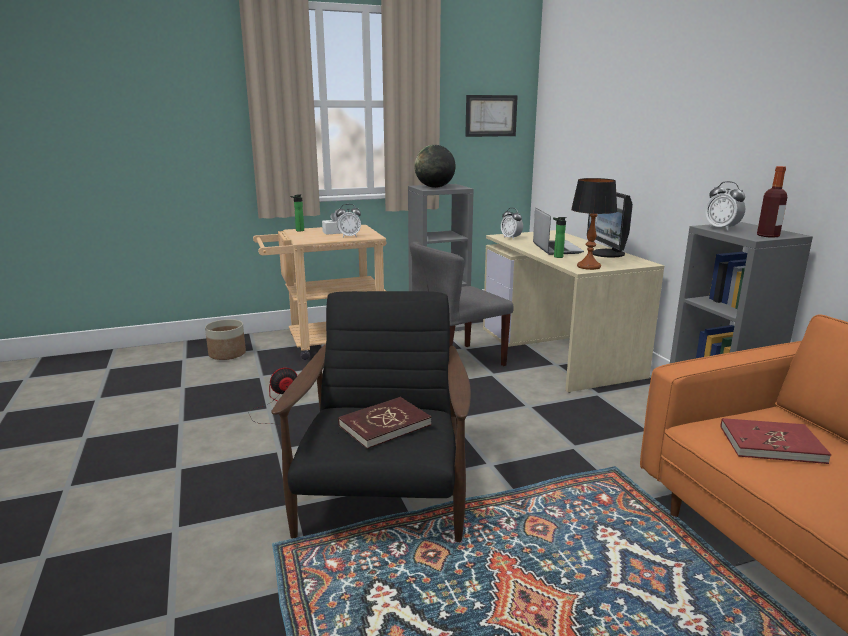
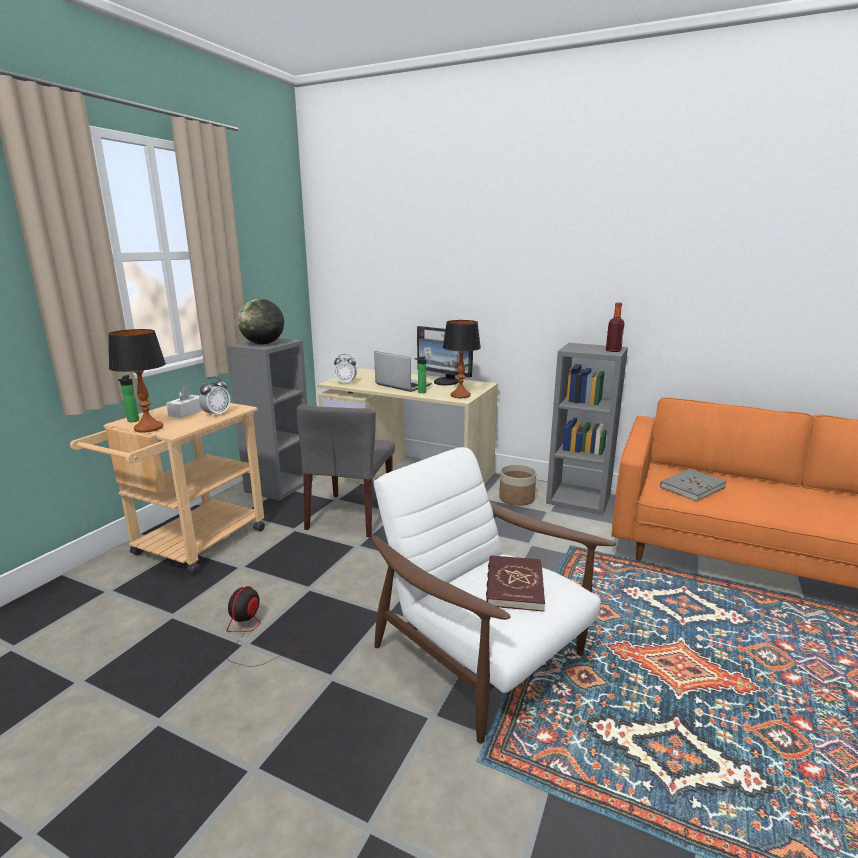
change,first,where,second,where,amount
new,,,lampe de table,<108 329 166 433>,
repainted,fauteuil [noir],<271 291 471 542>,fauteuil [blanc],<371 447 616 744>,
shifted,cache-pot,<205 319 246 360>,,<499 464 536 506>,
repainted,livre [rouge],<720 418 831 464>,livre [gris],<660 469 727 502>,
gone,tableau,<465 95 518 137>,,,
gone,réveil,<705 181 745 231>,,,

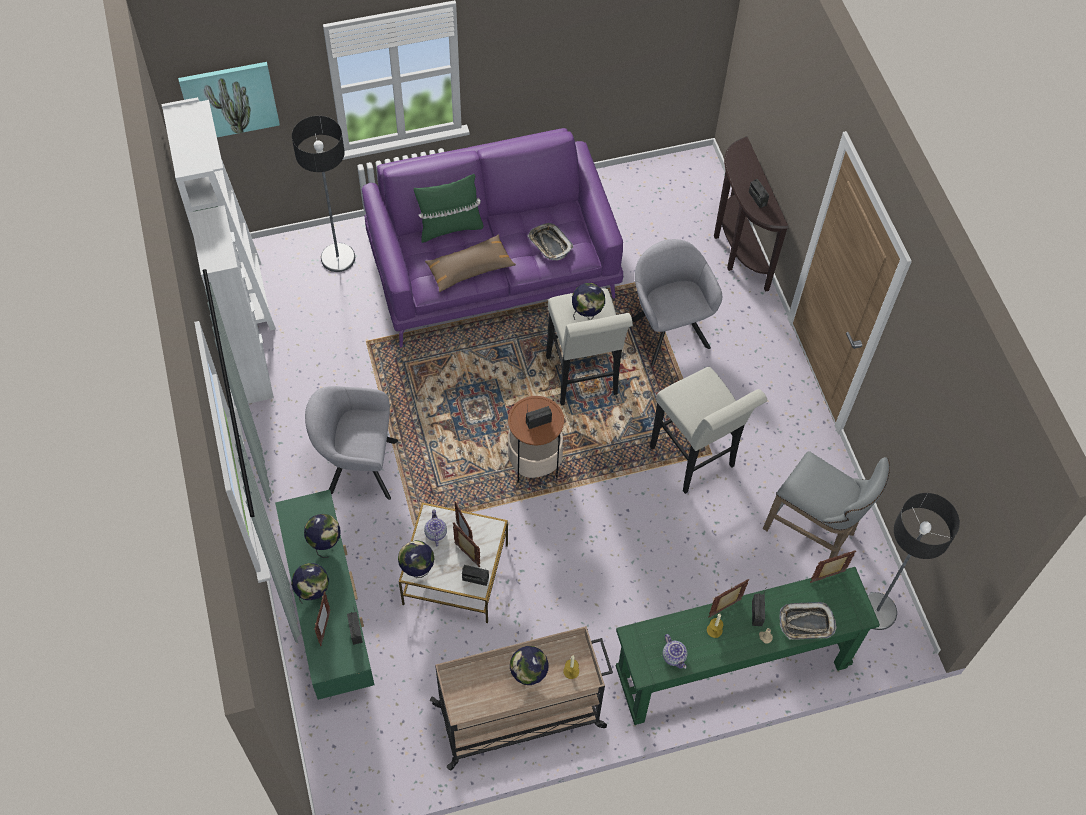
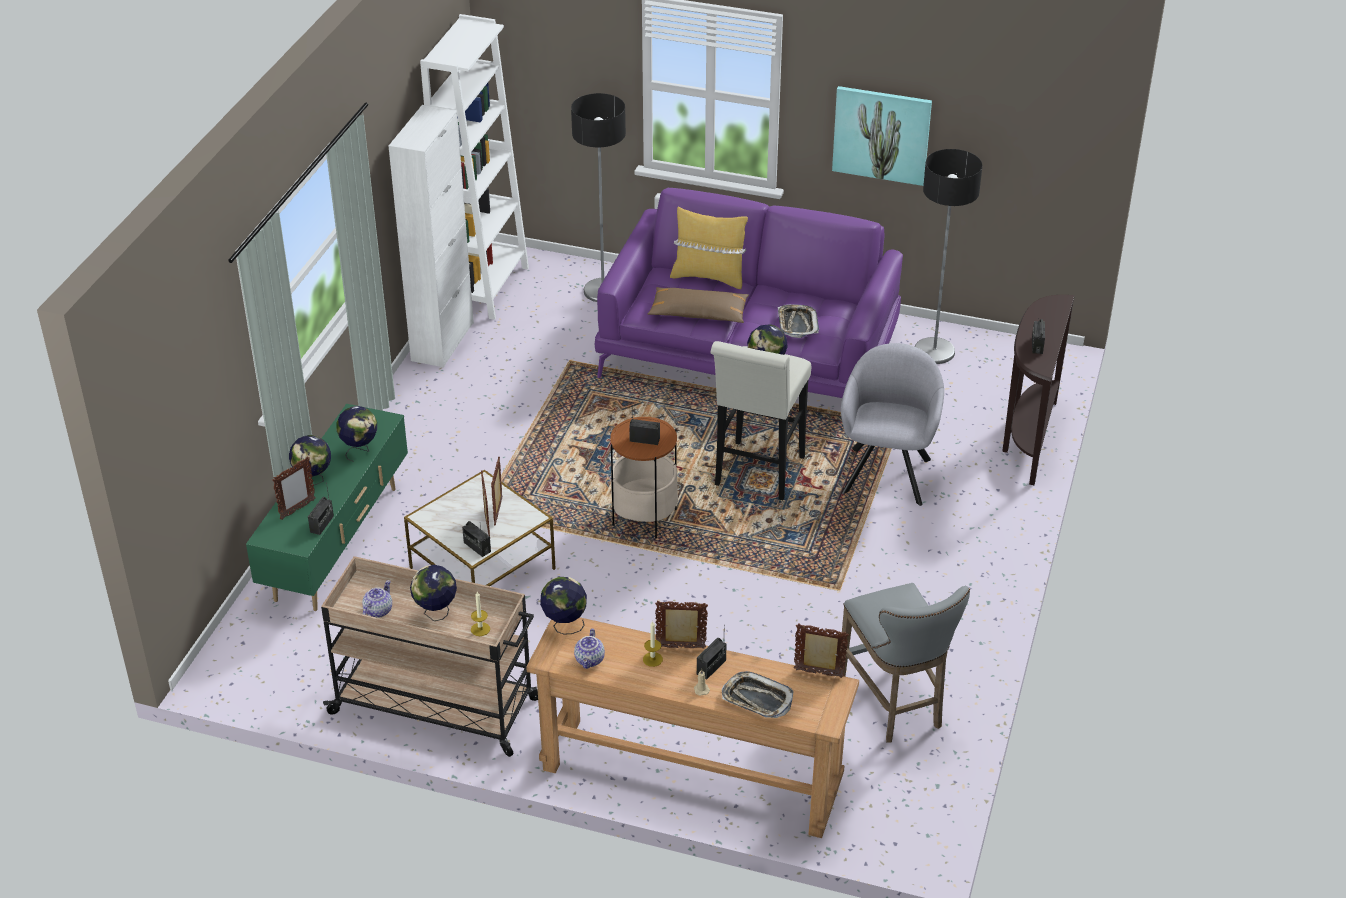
change,first,where,second,where,amount
shifted,théière,<424 509 447 546>,,<362 580 392 618>,
repainted,table console [vert],<616 567 880 725>,table console [marron],<526 617 859 838>,
shifted,globe,<398 540 435 578>,,<540 577 587 634>,
repainted,coussin [vert],<414 174 483 243>,coussin [jaune],<670 206 748 289>,
shifted,tableau,<178 62 280 137>,,<832 86 932 186>,
shifted,lampadaire,<867 493 960 630>,,<915 149 982 364>,
gone,fauteuil [gris],<305 386 398 500>,,,
gone,tabouret [blanc],<650 367 768 494>,,,

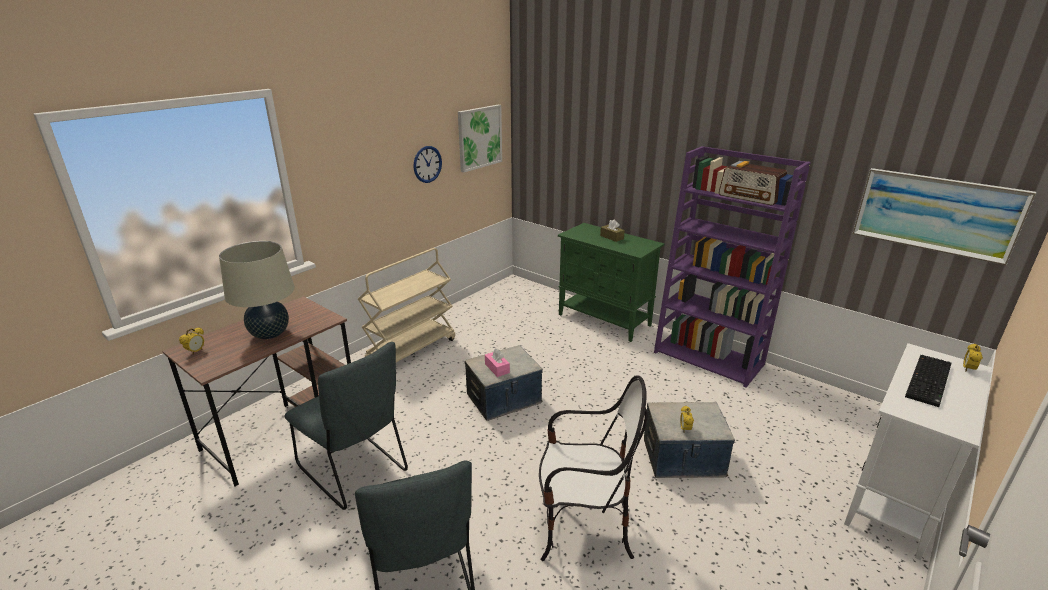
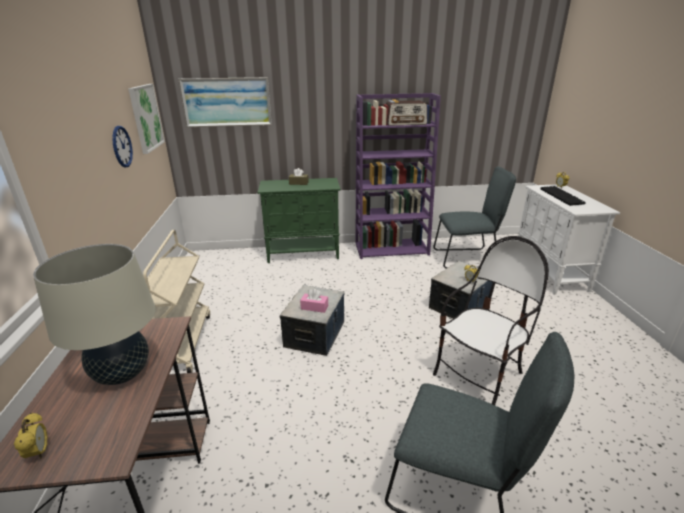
change,first,where,second,where,amount
shifted,tableau,<853 168 1036 265>,,<178 77 272 127>,
shifted,chaise [gris],<285 342 408 510>,,<434 167 516 269>,

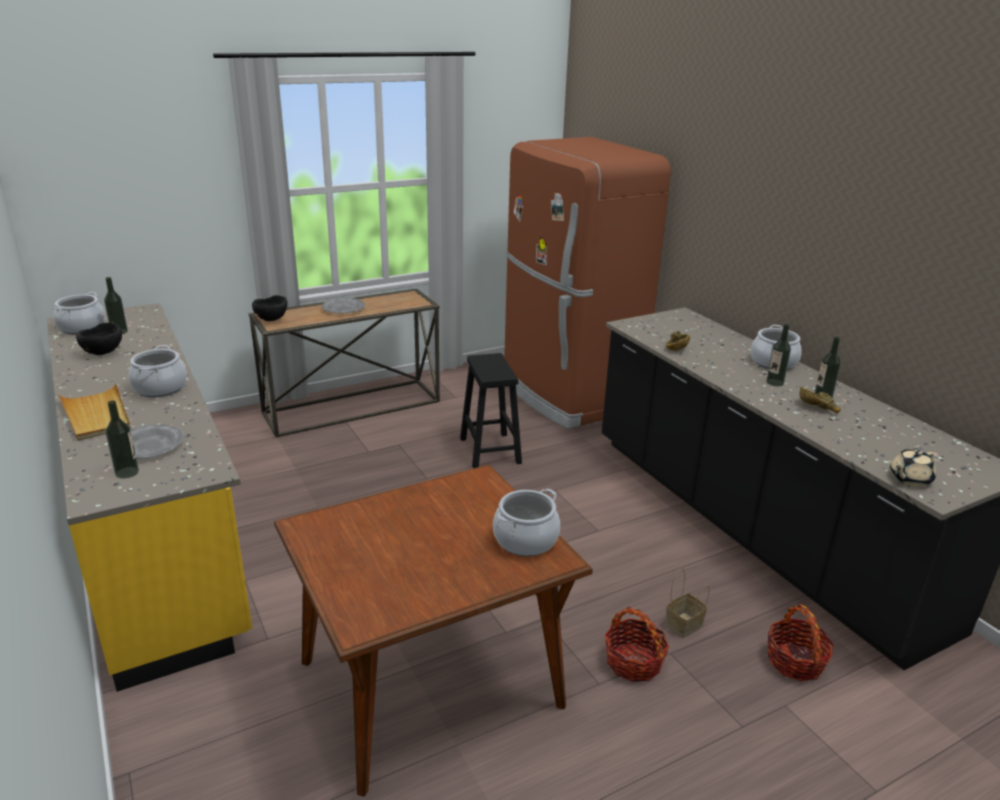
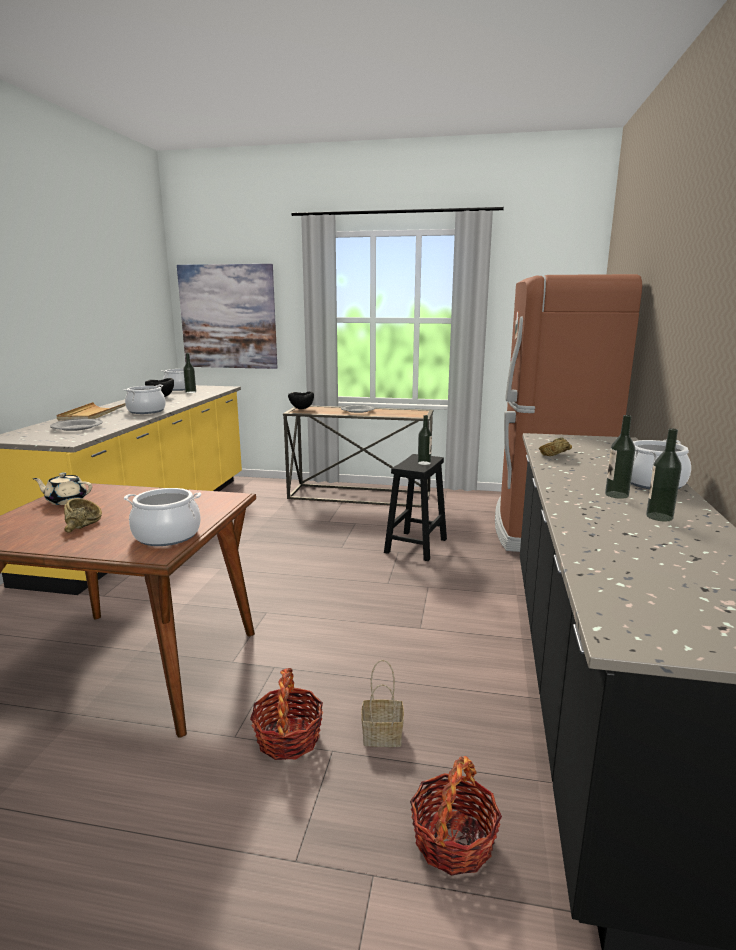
change,first,where,second,where,amount
shifted,théière [beige],<890 449 936 487>,,<32 472 92 505>,
shifted,bol [marron],<800 387 841 413>,,<64 498 102 533>,
new,,,tableau,<177 264 278 369>,
shifted,bouteille,<106 400 139 478>,,<418 415 432 465>,

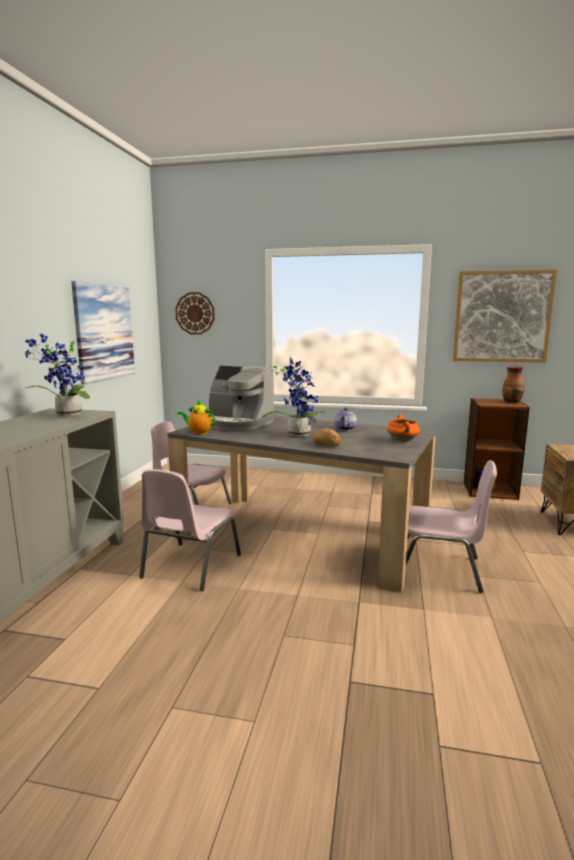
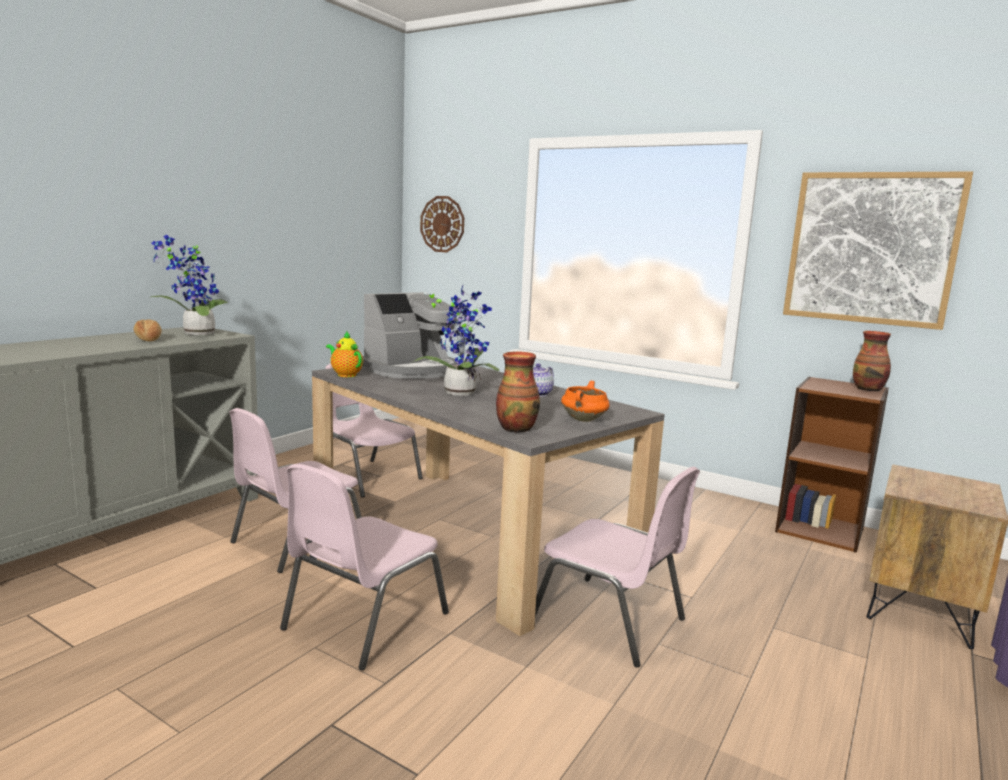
change,first,where,second,where,amount
shifted,pain,<313 428 341 446>,,<133 319 162 341>,
new,,,chaise [rose],<280 464 449 670>,
rotated,machine à café,<209 365 275 431>,,<361 292 459 379>,90 degrees counterclockwise
new,,,vase,<496 352 540 433>,
gone,tableau,<71 281 135 385>,,,

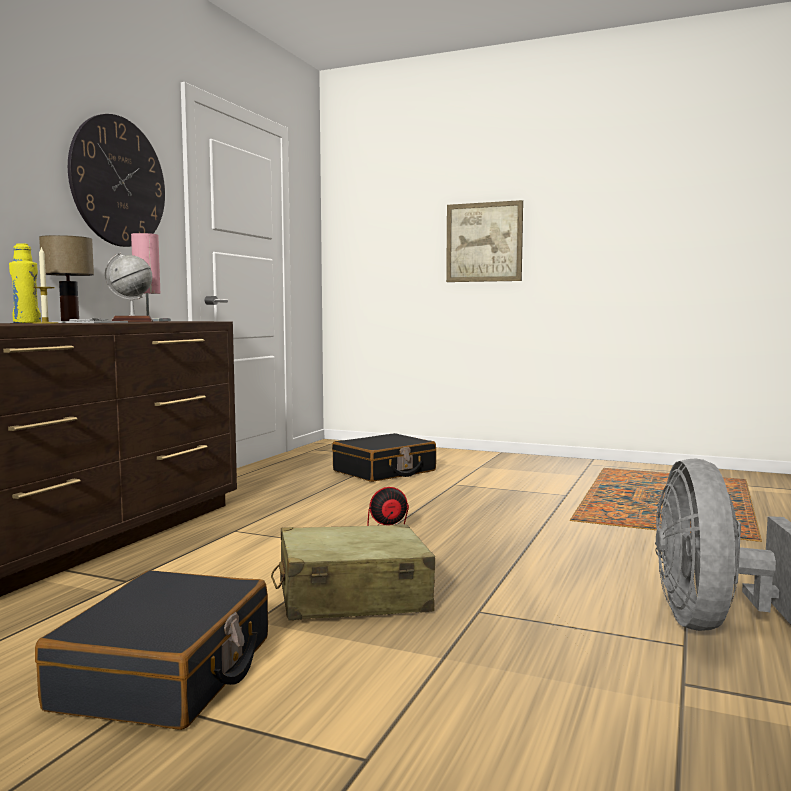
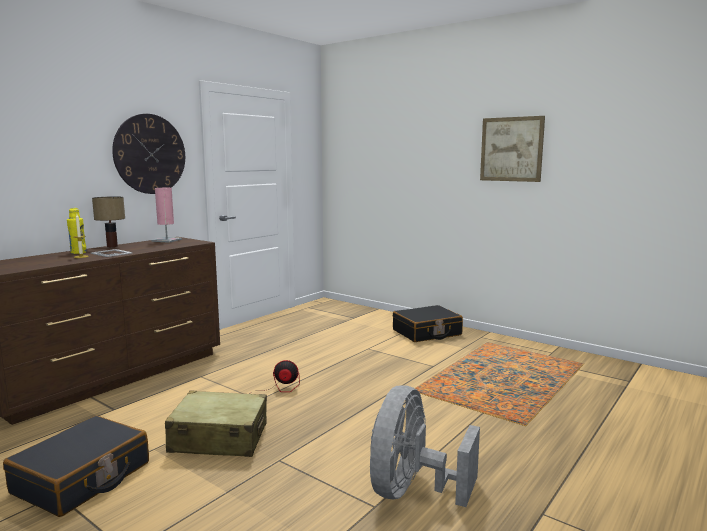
change,first,where,second,where,amount
shifted,valise [noir],<332 433 436 482>,,<393 305 463 342>,
shifted,tableau,<446 200 523 282>,,<480 116 545 182>,
gone,globe,<105 252 153 322>,,,

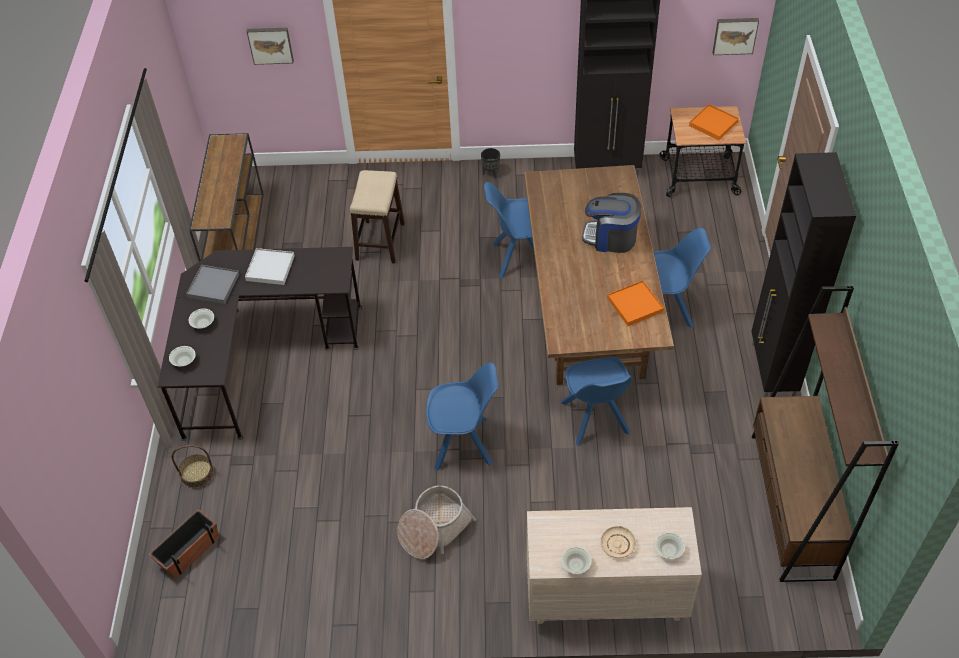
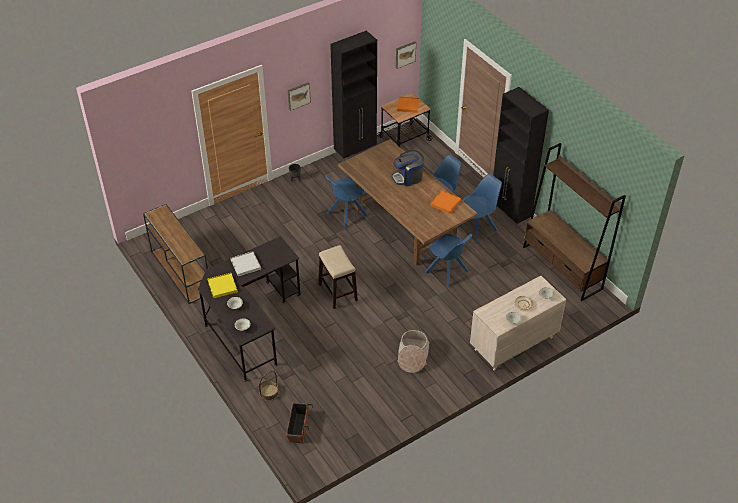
change,first,where,second,where,amount
repainted,plateau [gris],<186 265 239 304>,plateau [jaune],<208 273 238 298>,
shifted,tableau,<247 28 294 65>,,<288 82 311 111>,
shifted,tabouret,<350 170 405 263>,,<319 245 358 309>,
shifted,chaise [bleu],<426 362 498 471>,,<457 174 502 244>,

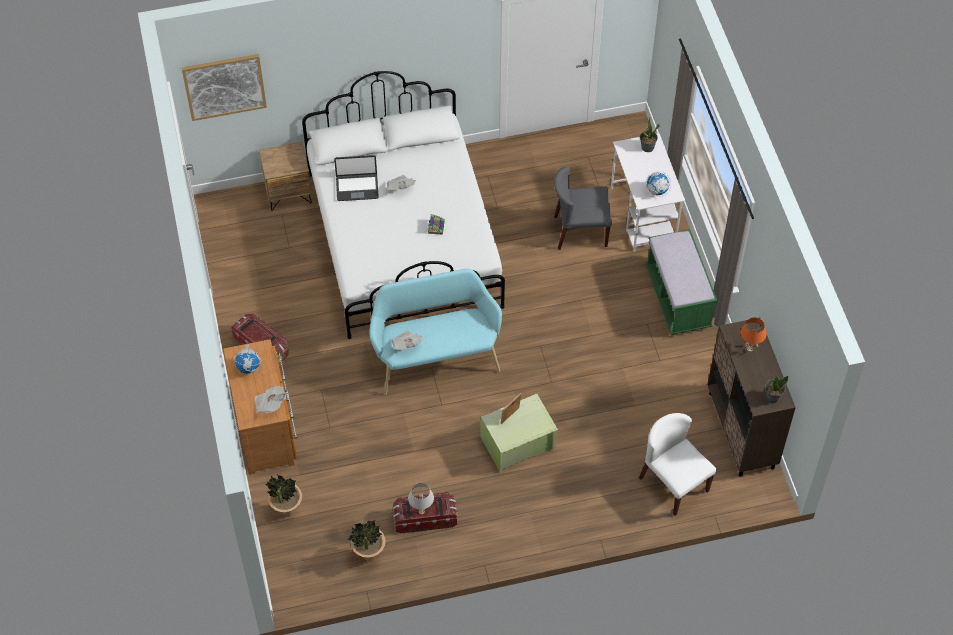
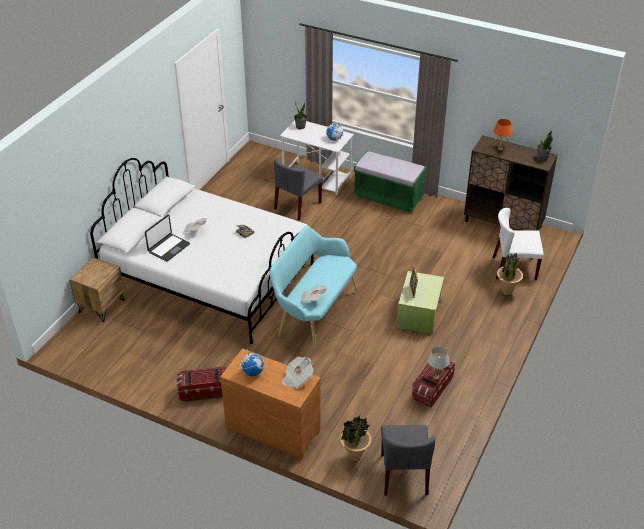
change,first,where,second,where,amount
new,,,chaise [gris],<381 425 436 496>,
shifted,plante en pot,<348 520 386 561>,,<497 253 523 295>,
gone,tableau,<182 54 267 121>,,,

